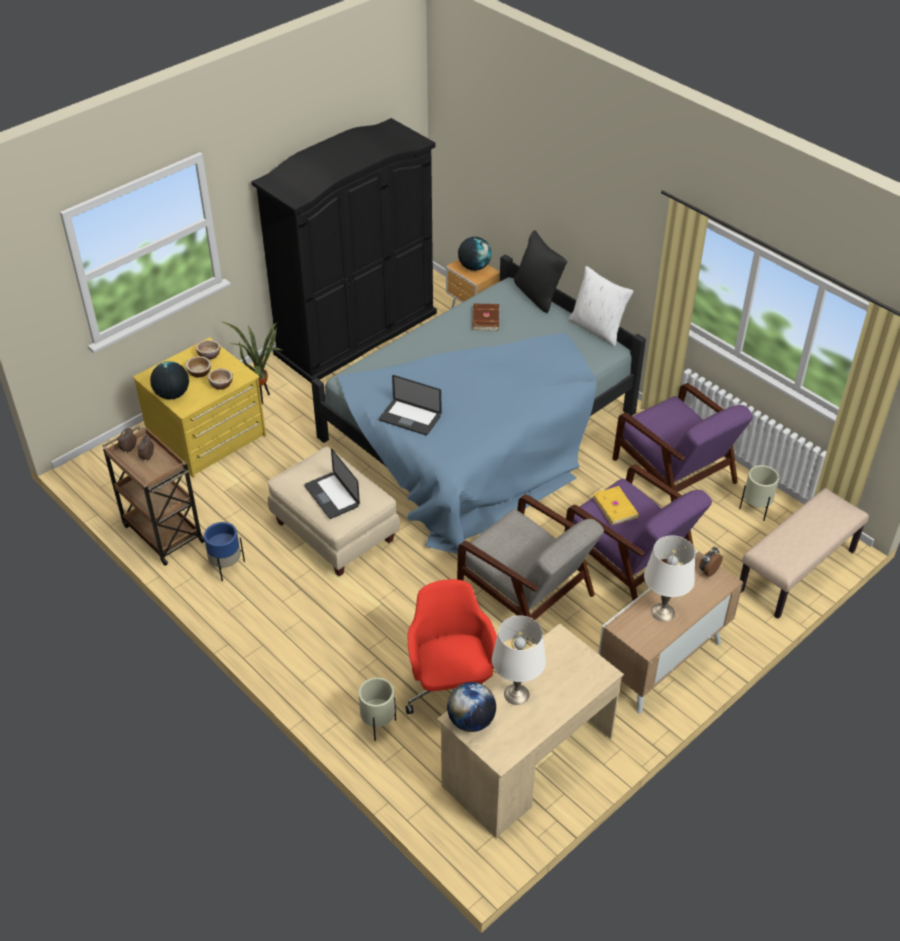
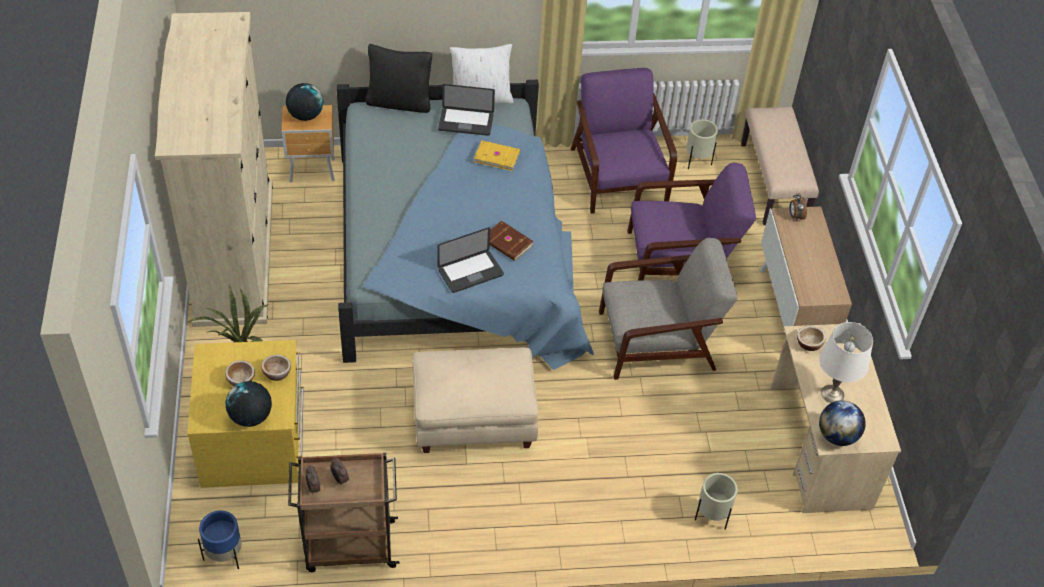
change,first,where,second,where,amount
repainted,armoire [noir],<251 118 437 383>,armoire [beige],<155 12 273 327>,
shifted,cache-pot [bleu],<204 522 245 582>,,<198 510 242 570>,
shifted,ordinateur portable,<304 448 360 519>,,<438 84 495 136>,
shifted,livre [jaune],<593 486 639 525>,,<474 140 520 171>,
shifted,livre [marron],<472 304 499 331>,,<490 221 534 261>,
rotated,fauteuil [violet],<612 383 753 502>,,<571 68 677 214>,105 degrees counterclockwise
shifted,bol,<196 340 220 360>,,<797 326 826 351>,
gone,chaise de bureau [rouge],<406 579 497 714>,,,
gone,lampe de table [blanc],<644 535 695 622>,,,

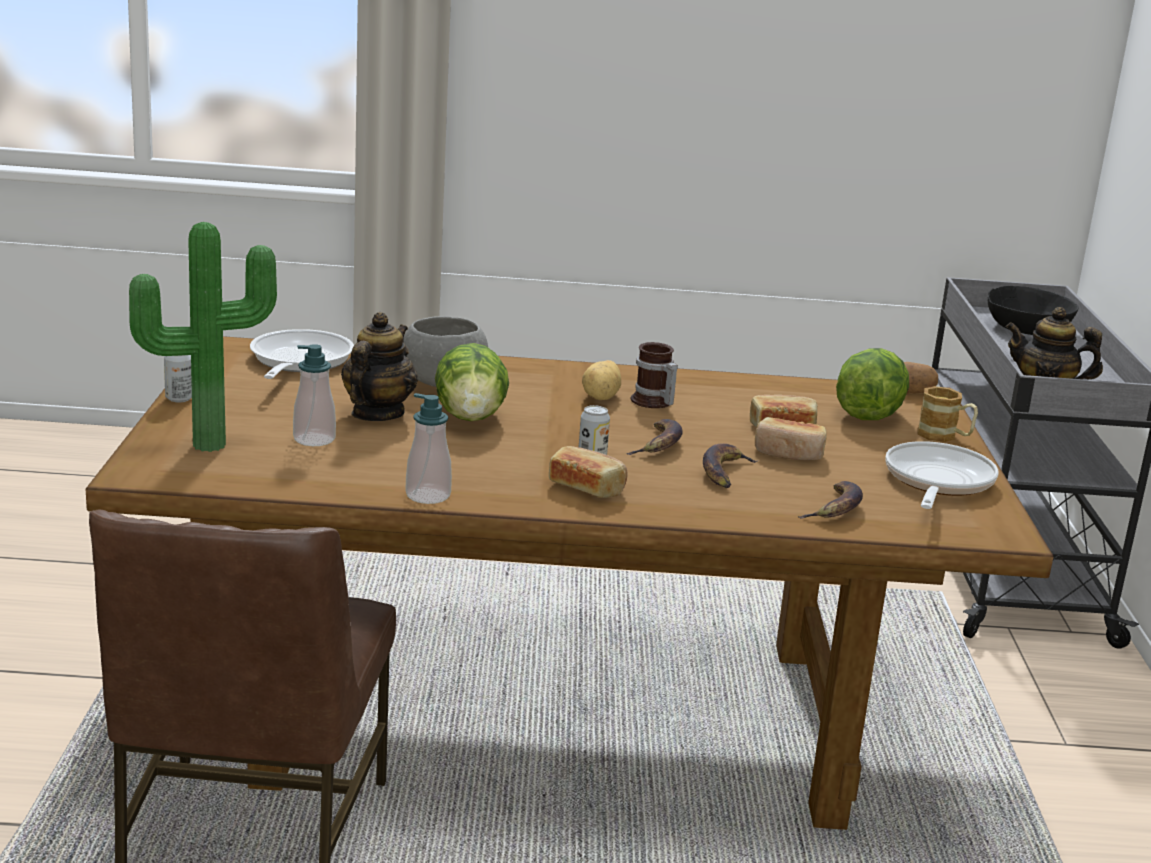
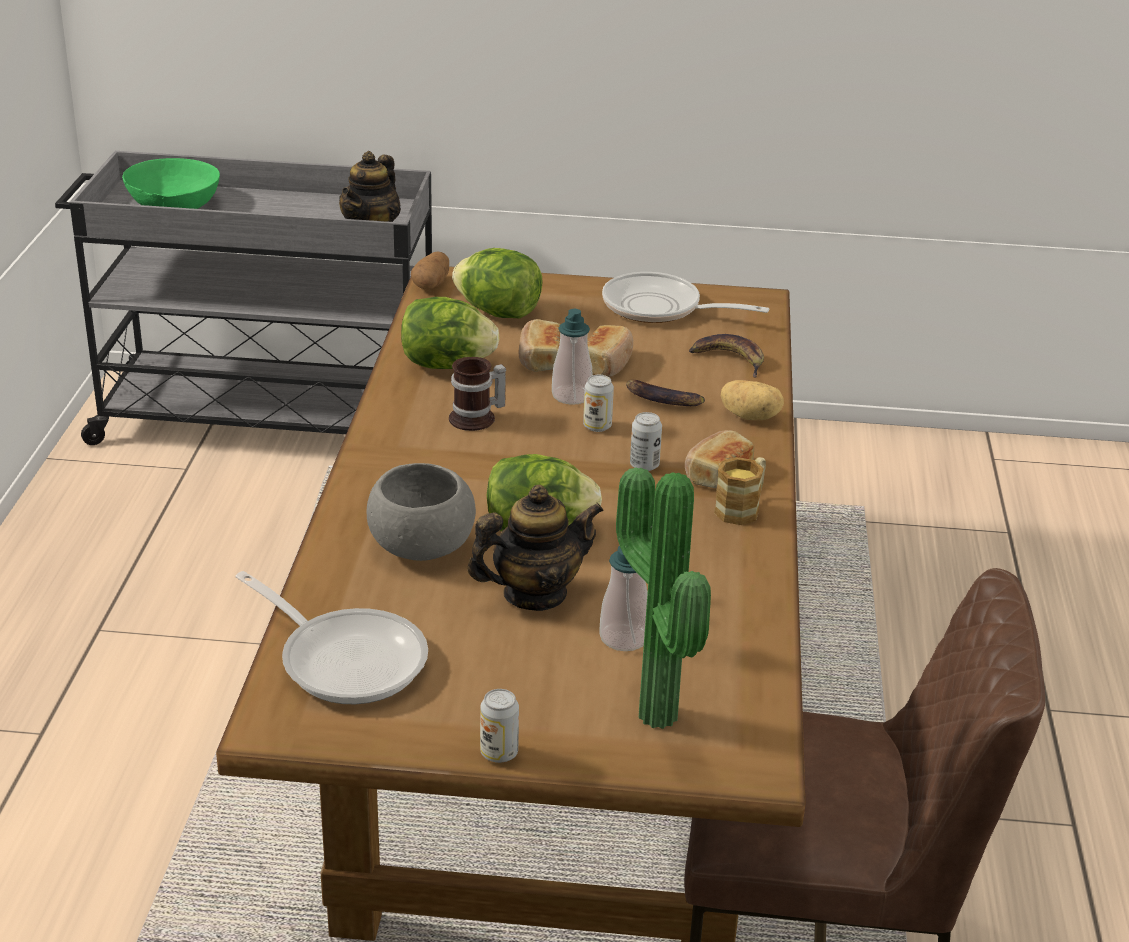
change,first,where,second,where,amount
repainted,bol [noir],<988 286 1079 335>,bol [vert],<122 158 220 209>,
rotated,poêle,<250 329 354 379>,,<235 571 428 704>,150 degrees counterclockwise
new,,,laitue,<401 297 500 369>,
rotated,théière,<341 312 418 421>,,<467 485 604 611>,135 degrees clockwise
shifted,distributeur de savon,<406 393 452 504>,,<552 309 592 405>,
swapped,banane,<626 419 683 455>,boîte métallique,<583 375 614 432>,
shifted,mug,<918 386 978 442>,,<714 457 766 525>,
shifted,pomme de terre,<582 360 621 400>,,<721 380 784 420>,

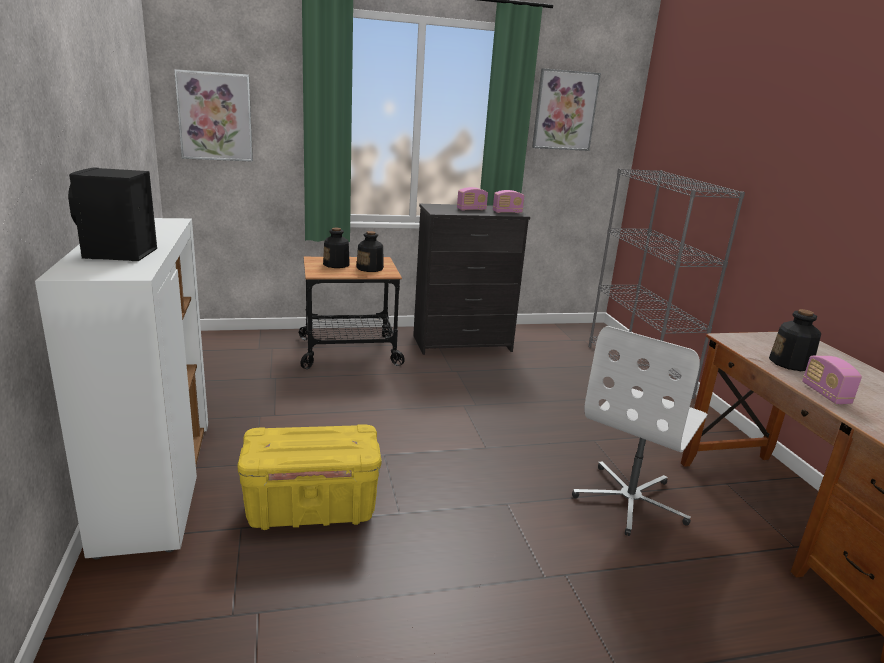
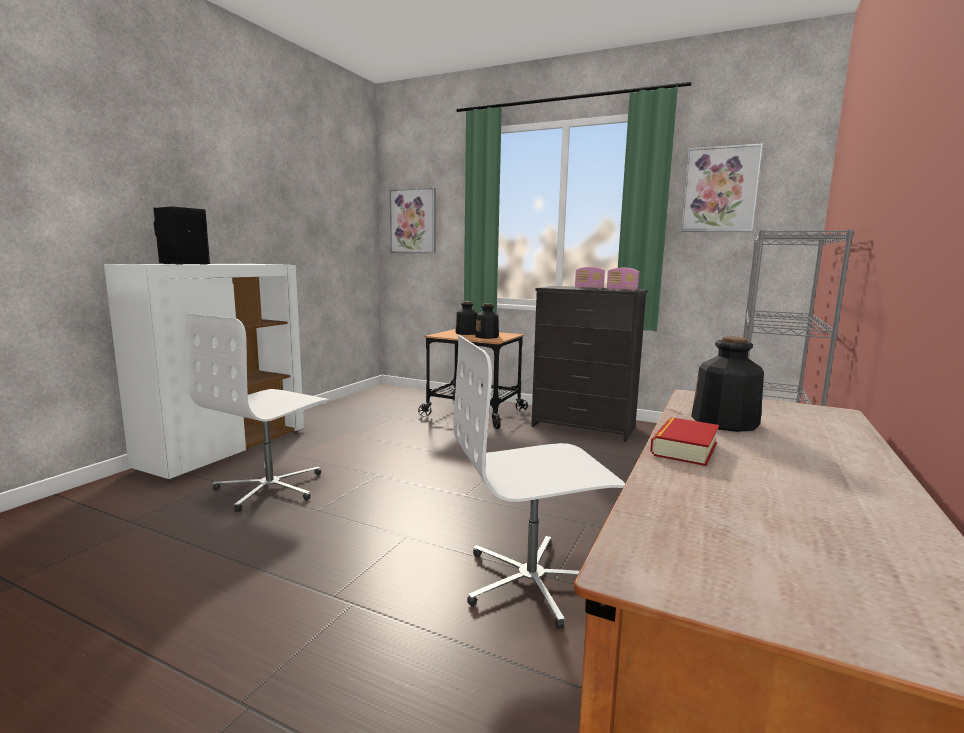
change,first,where,second,where,amount
swapped,boîte de rangement [jaune],<237 424 381 530>,chaise de bureau [blanc],<185 313 329 512>,
swapped,radio,<802 356 862 404>,livre,<650 417 719 466>,

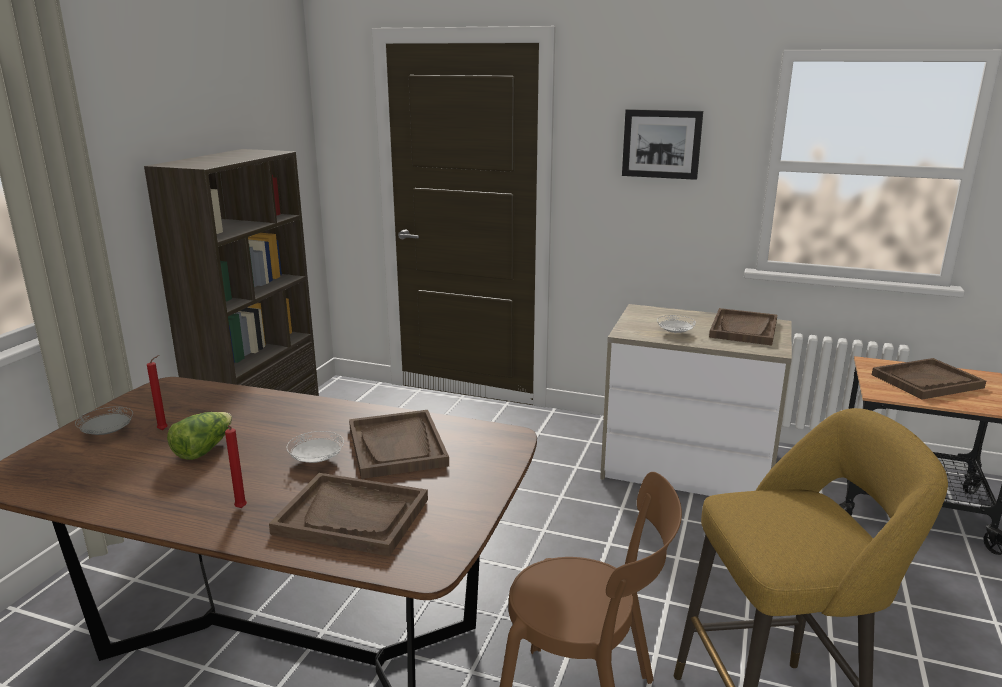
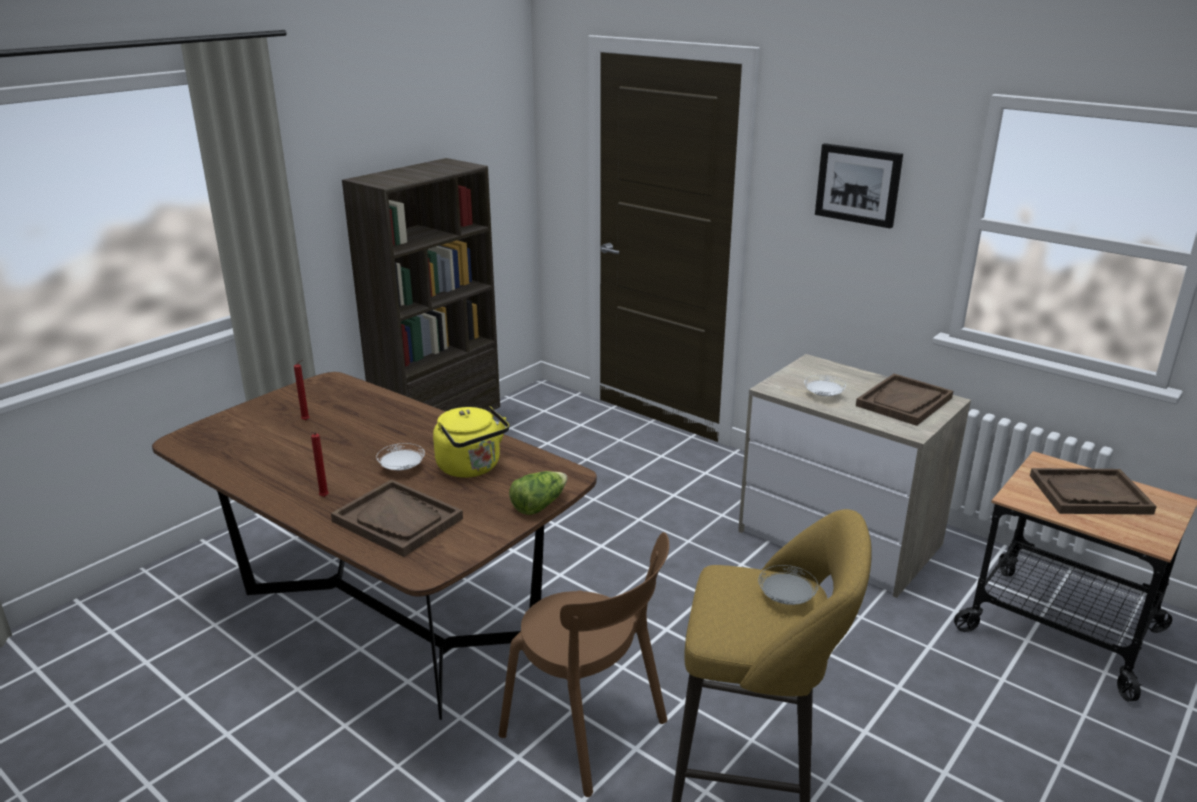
change,first,where,second,where,amount
swapped,plateau [marron],<349 410 449 479>,bouilloire [jaune],<433 406 509 478>,
shifted,laitue,<167 412 232 460>,,<509 471 567 515>,
shifted,assiette [gris],<75 406 133 435>,,<758 565 818 605>,

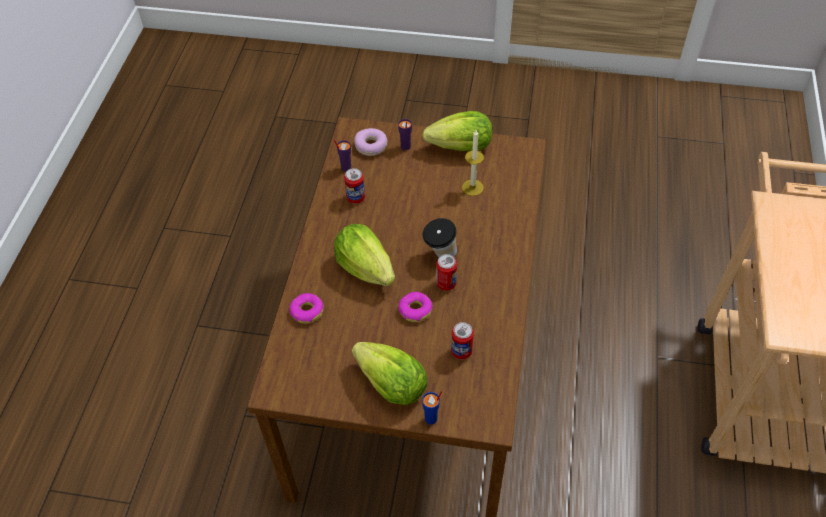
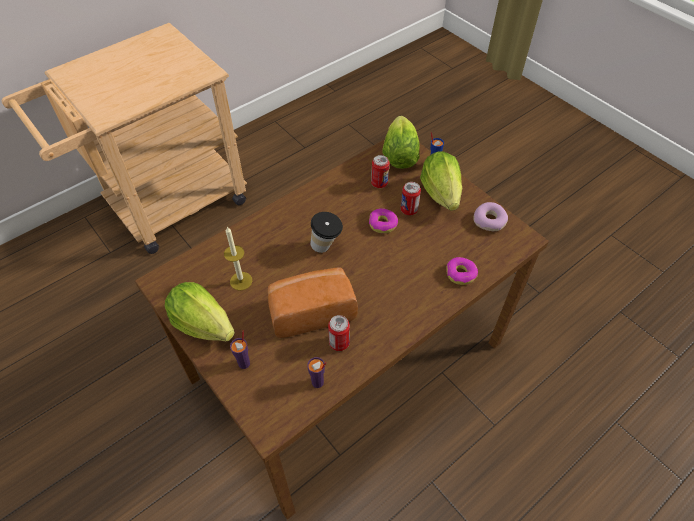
change,first,where,second,where,amount
new,,,pain,<268 268 358 338>,
shifted,laitue,<334 224 395 286>,,<382 116 420 169>,
shifted,boîte métallique,<436 254 457 291>,,<401 182 421 215>,
shifted,beignet,<354 128 388 156>,,<473 202 508 231>,

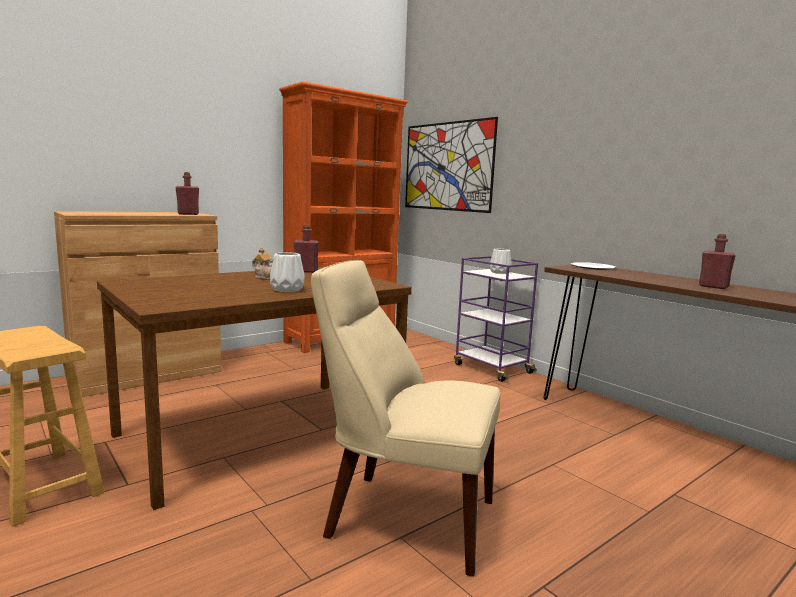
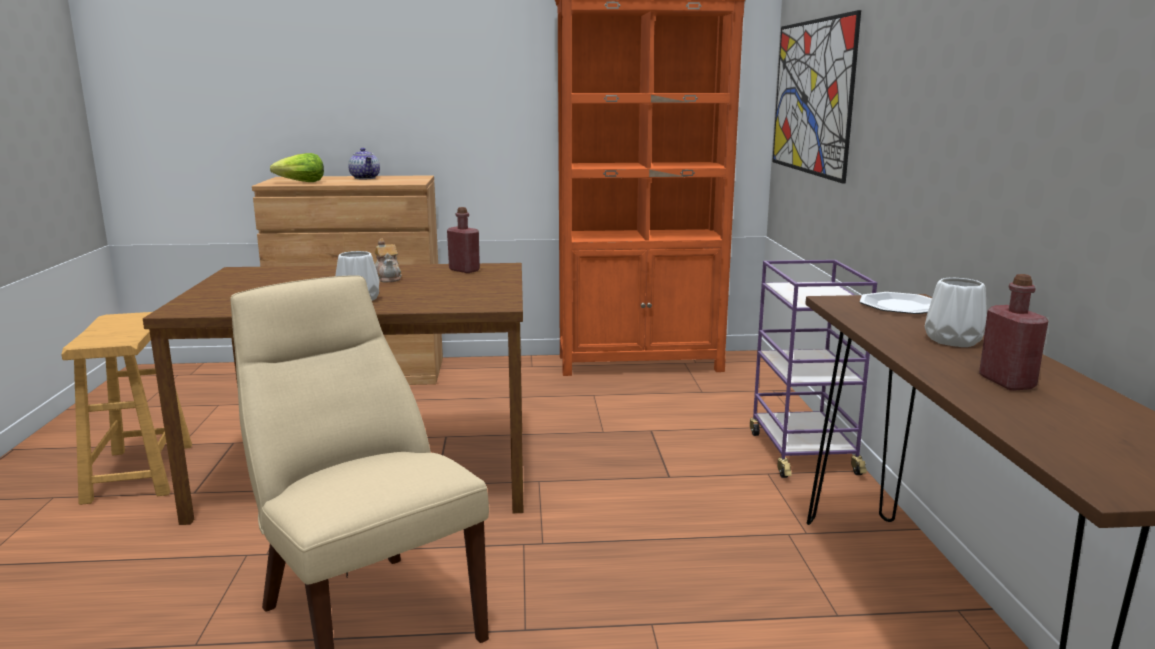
change,first,where,second,where,amount
new,,,laitue,<270 153 324 182>,
new,,,théière,<348 148 380 179>,
shifted,vase [blanc],<490 249 512 274>,,<925 277 987 347>,
gone,bouteille [rouge],<175 172 199 215>,,,

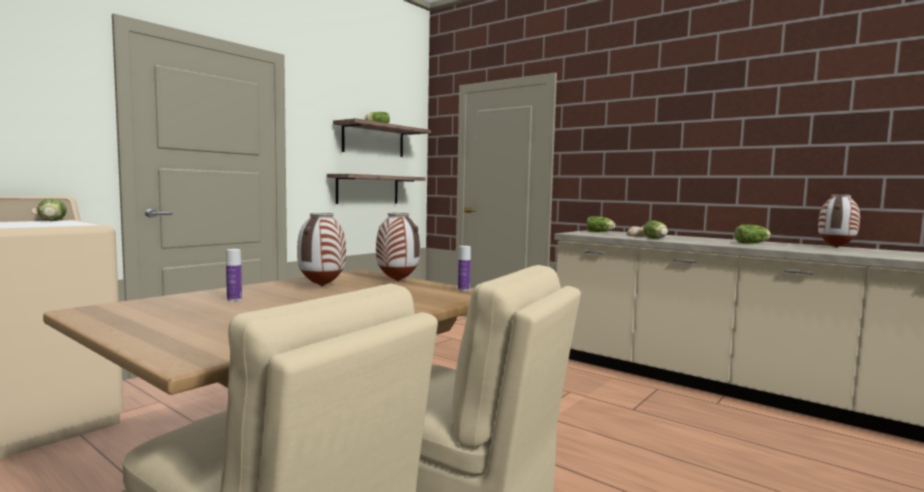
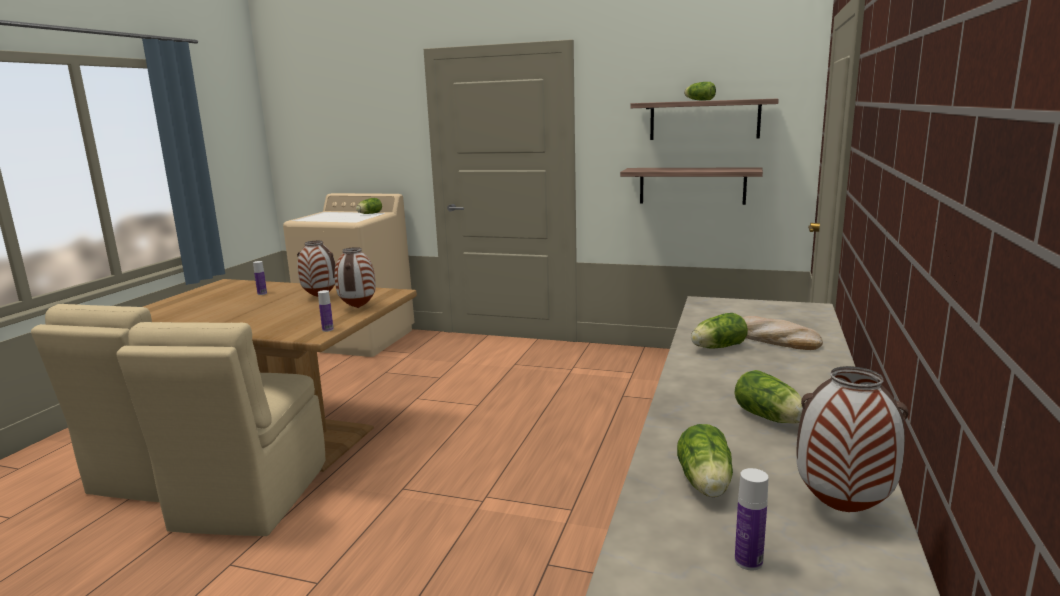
change,first,where,second,where,amount
shifted,laitue,<586 216 615 232>,,<677 424 733 497>,
new,,,bouteille,<735 468 769 570>,

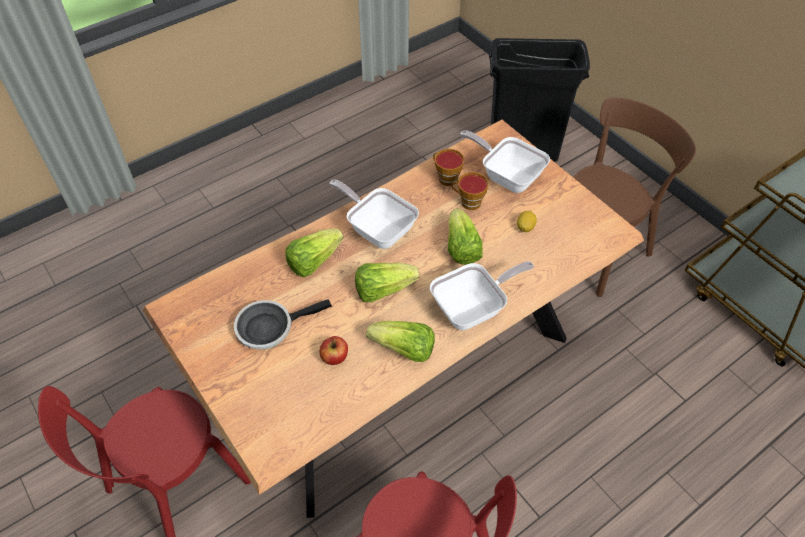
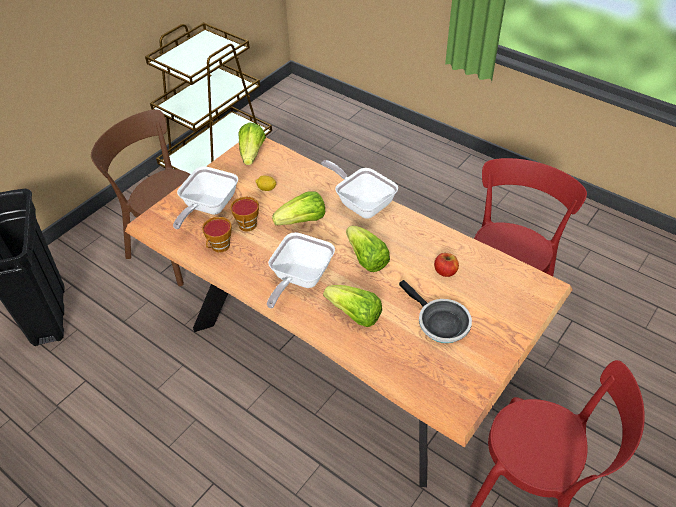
change,first,where,second,where,amount
shifted,laitue,<366 321 435 362>,,<238 122 266 165>,

